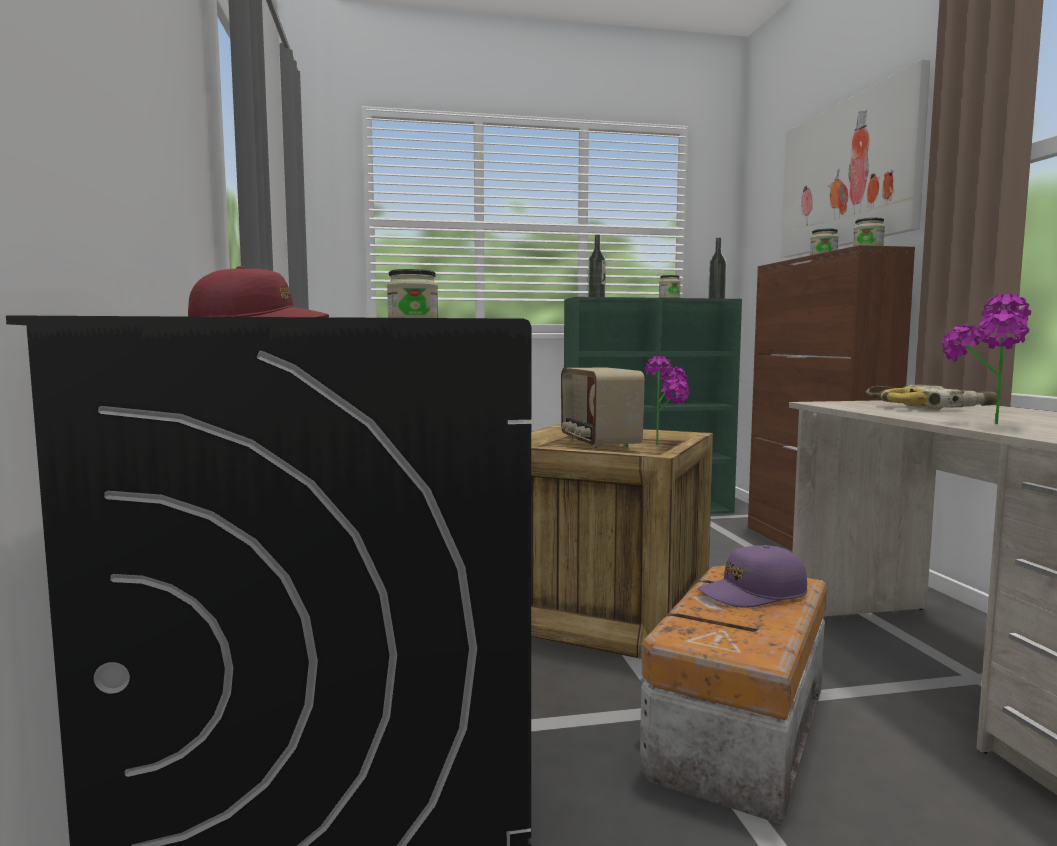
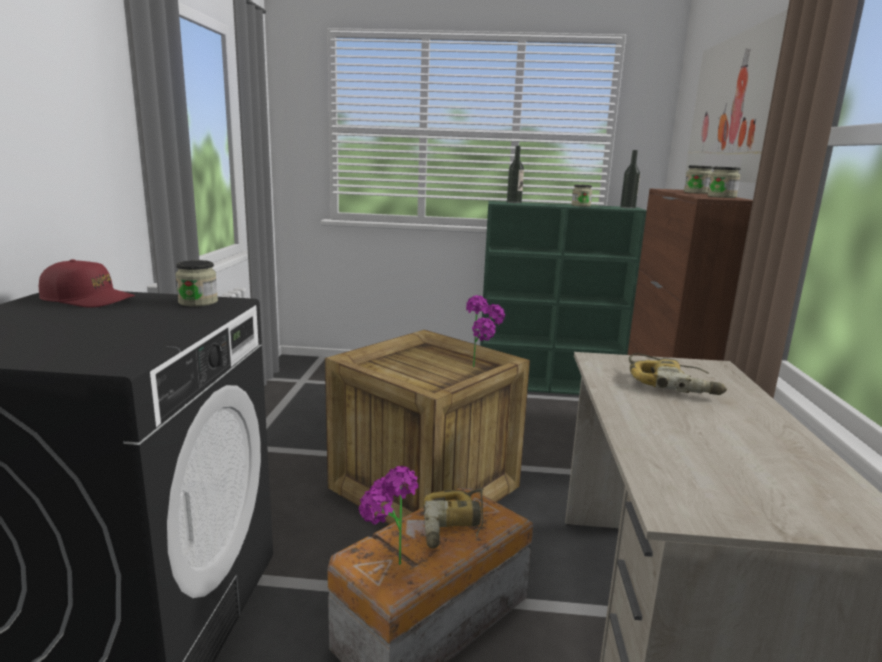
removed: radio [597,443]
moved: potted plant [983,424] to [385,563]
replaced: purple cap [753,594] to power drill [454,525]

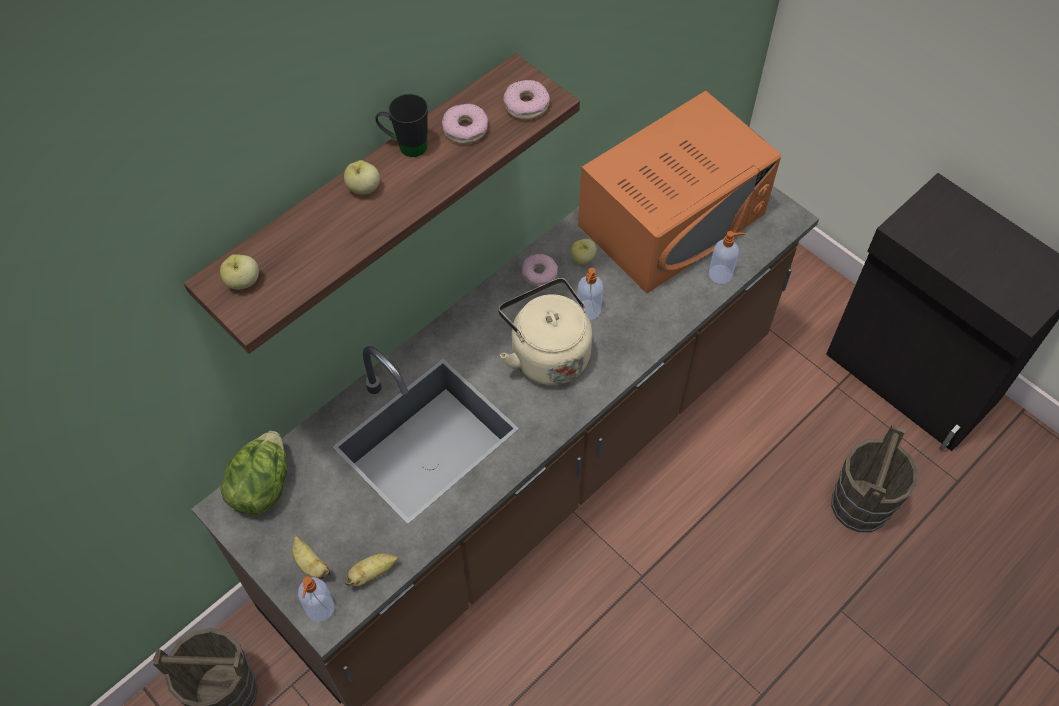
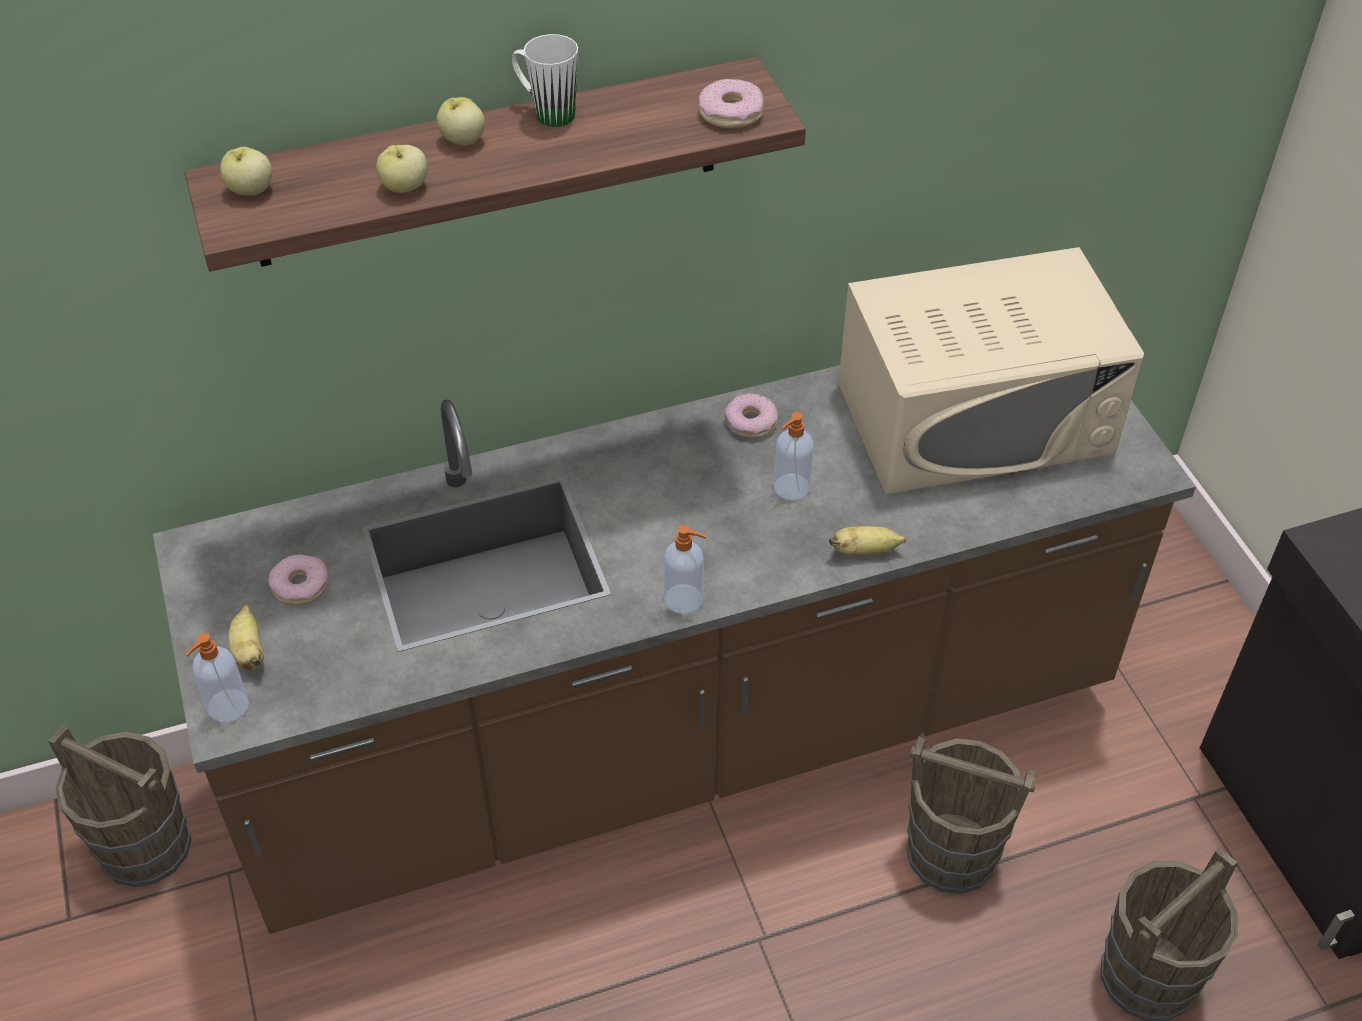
removed: lettuce [262,486]; beige kettle [546,353]
added: brown bucket [950,852]
moved: donut [465,129] to [300,585]; apple [583,259] to [404,187]; soap dispenser [721,274] to [685,599]; banana [372,573] to [865,551]
recoloured: black mug [405,146] to white mug [546,112]; orange microwave [672,219] to beige microwave [975,418]

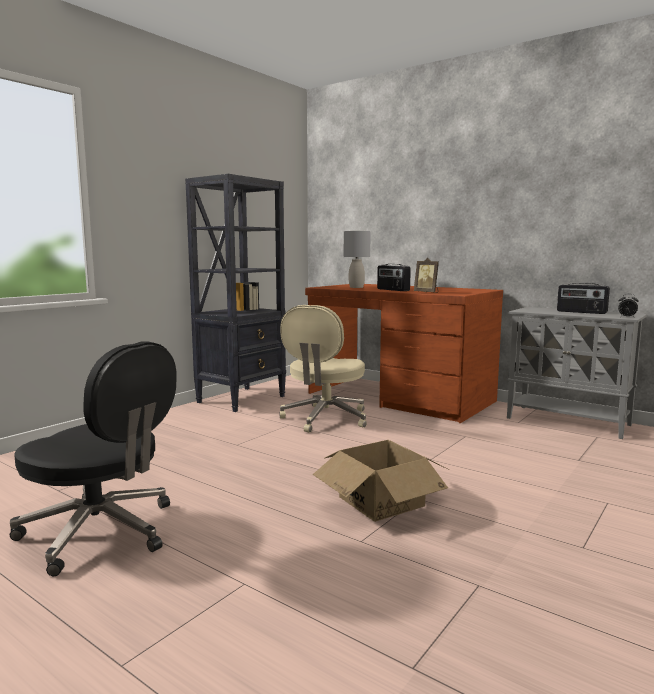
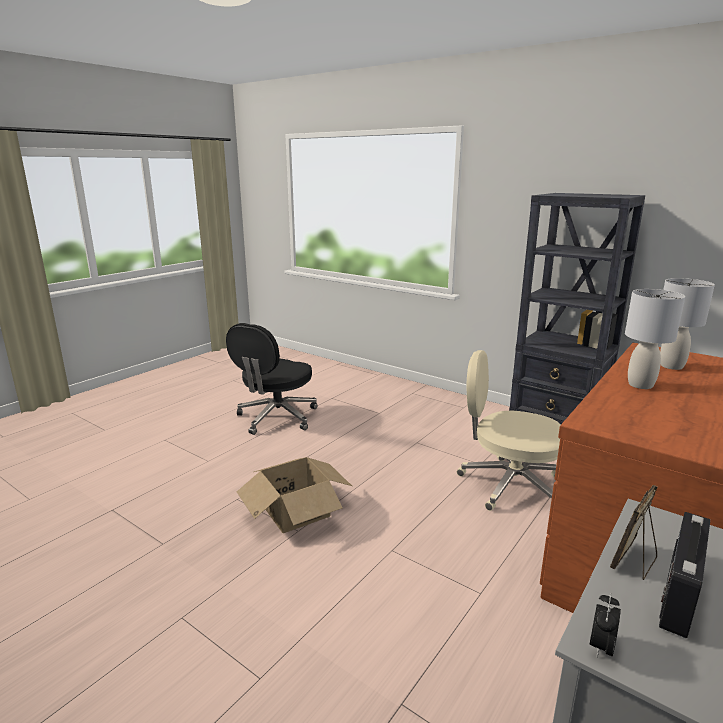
moved: picture frame [427,292] to [634,562]
replaced: radio [392,290] to grey table lamp [640,385]

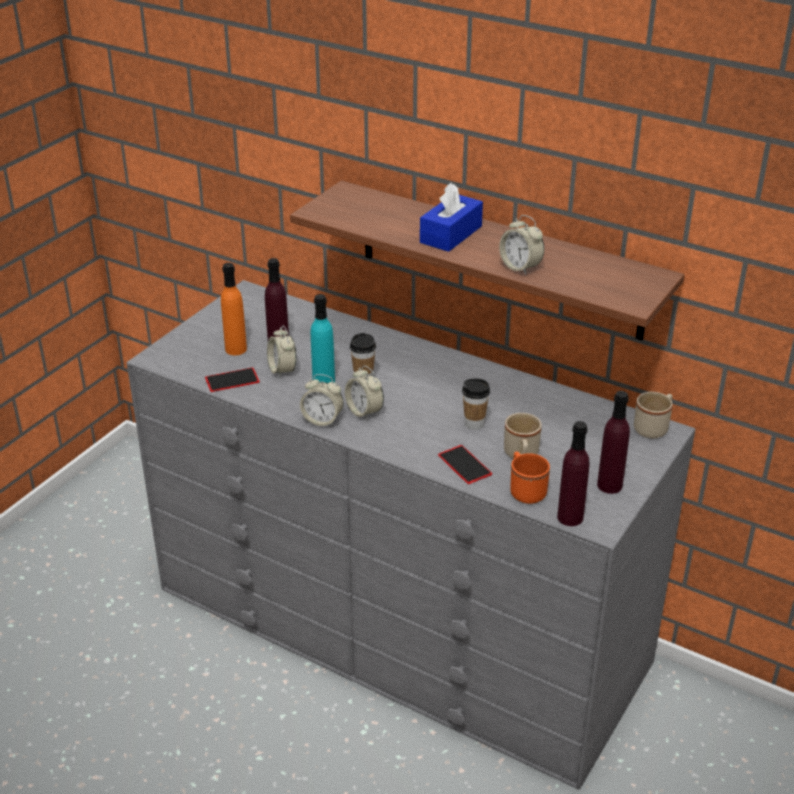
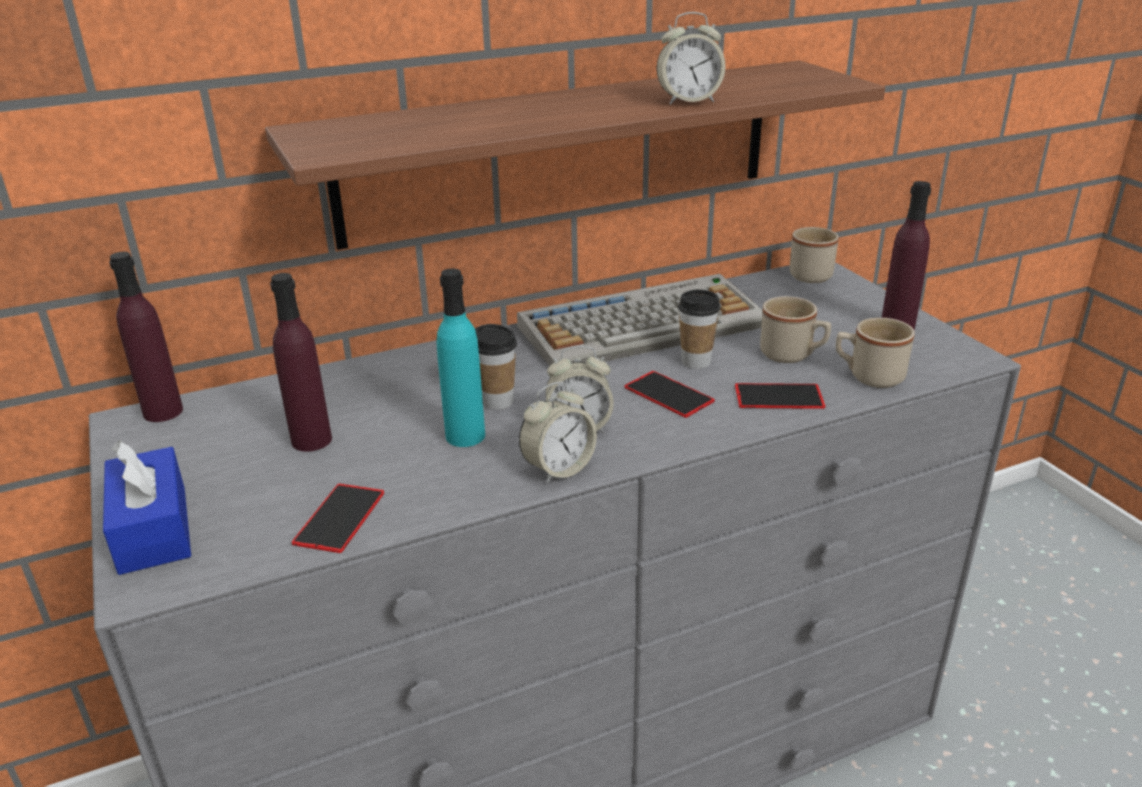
removed: orange bottle [236,349]; alarm clock [282,370]
added: keyboard [643,325]; phone [668,394]
moved: blue tissue box [451,234] to [153,529]; purple bottle [570,517] to [163,412]
recoloured: orange mug [525,490] to beige mug [868,376]

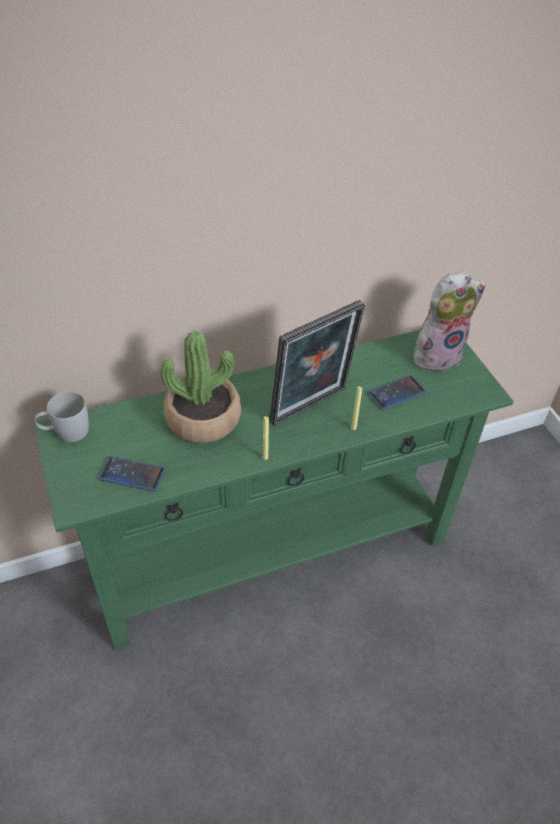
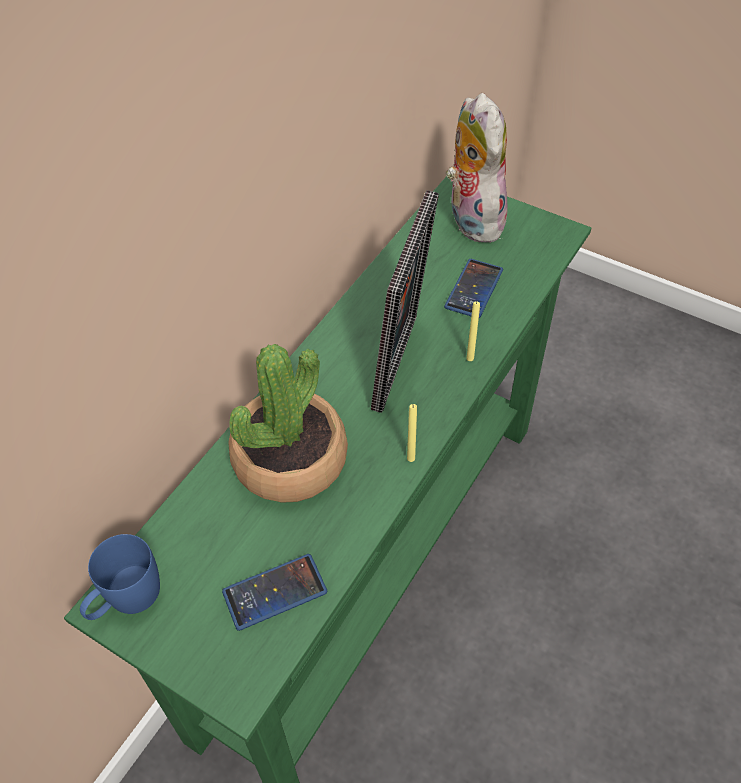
recoloured: white mug [65,432] to blue mug [125,599]
turned: plush toy [437,355] = [471,219] 45 degrees counterclockwise

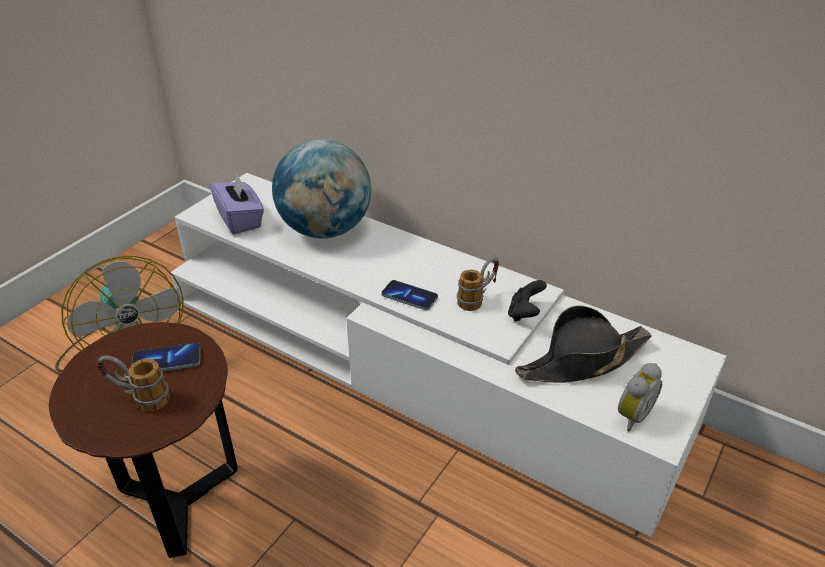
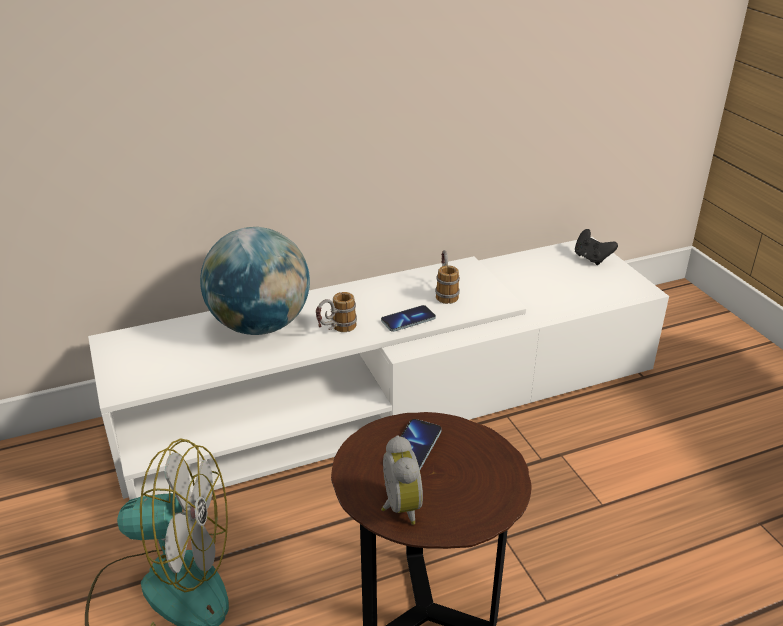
removed: purple tissue box [240,220]; black hat [582,361]
moved: mug [138,398] to [336,330]; alarm clock [631,415] to [398,508]; black game controller [524,313] to [591,258]

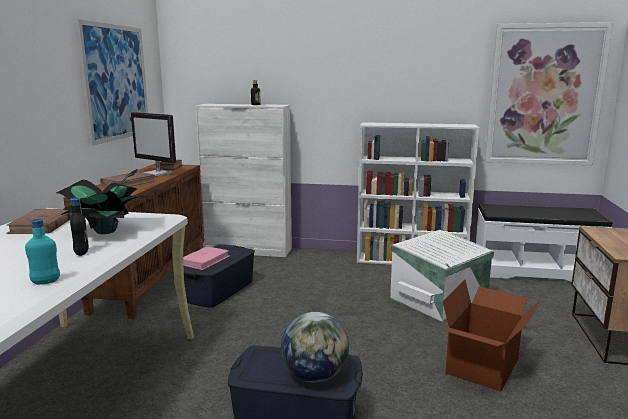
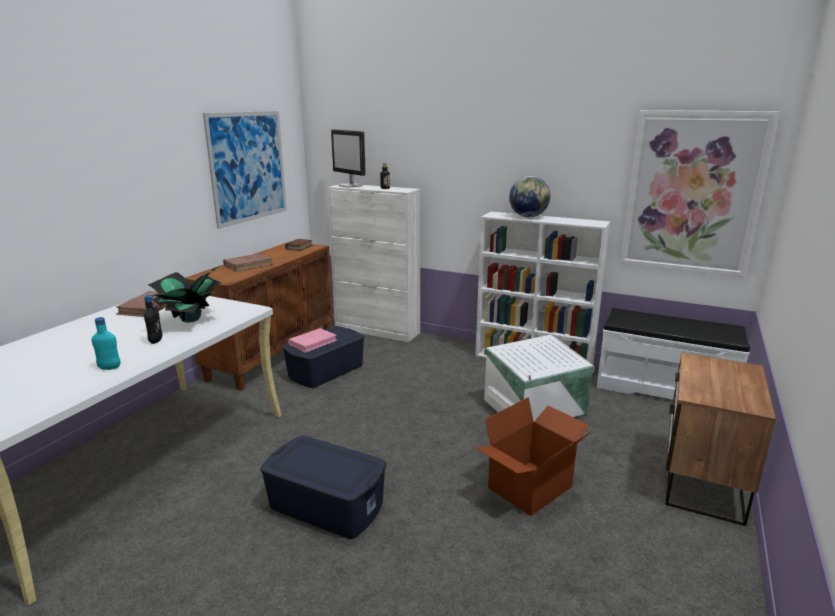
moved: monitor [158,173] to [351,186]; globe [315,376] to [528,217]

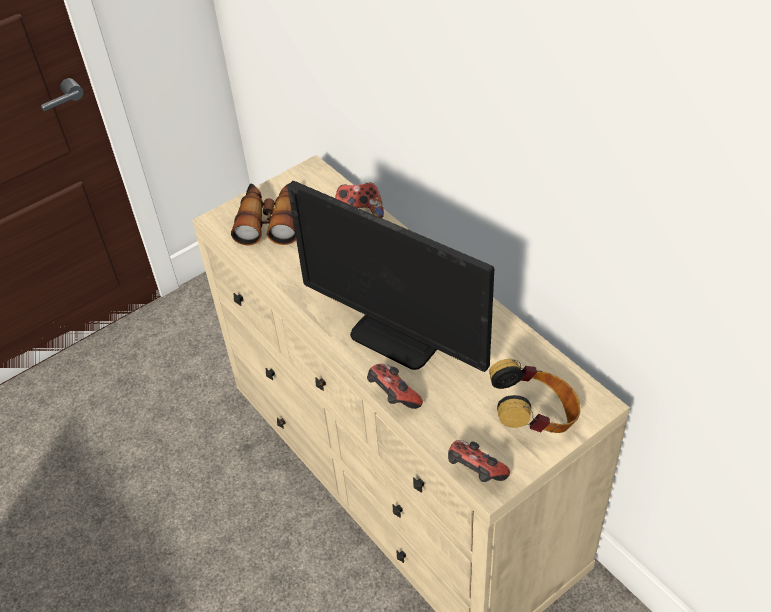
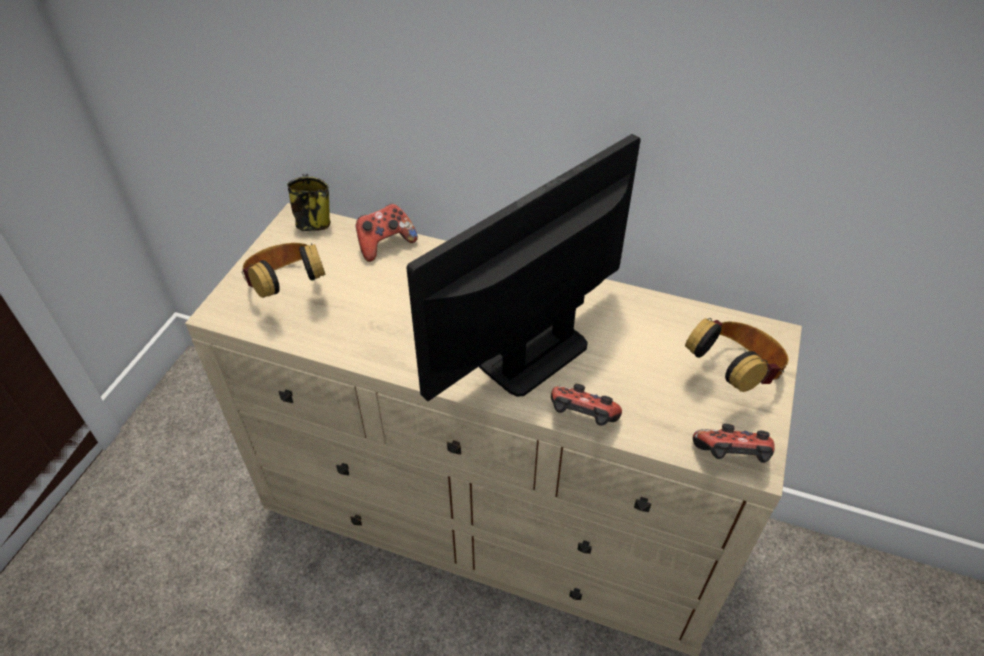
added: mug [313,222]
replaced: binoculars [270,220] to headphones [287,288]
turned: monitor [397,336] = [532,353] 135 degrees clockwise

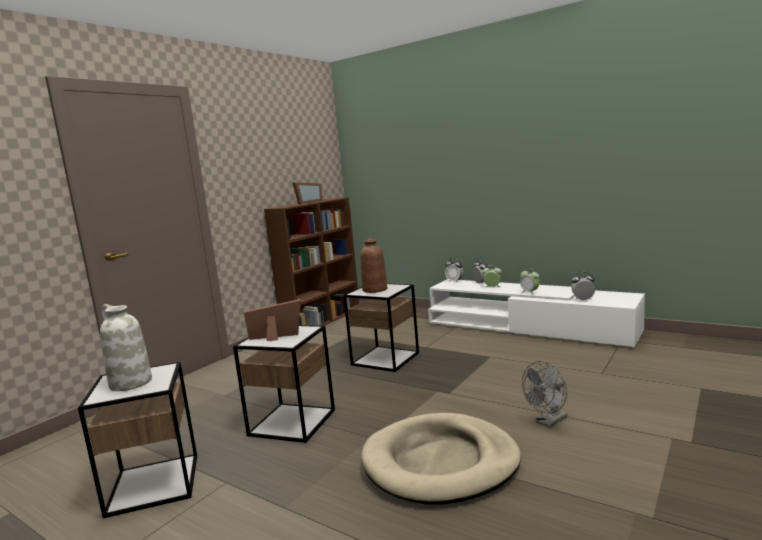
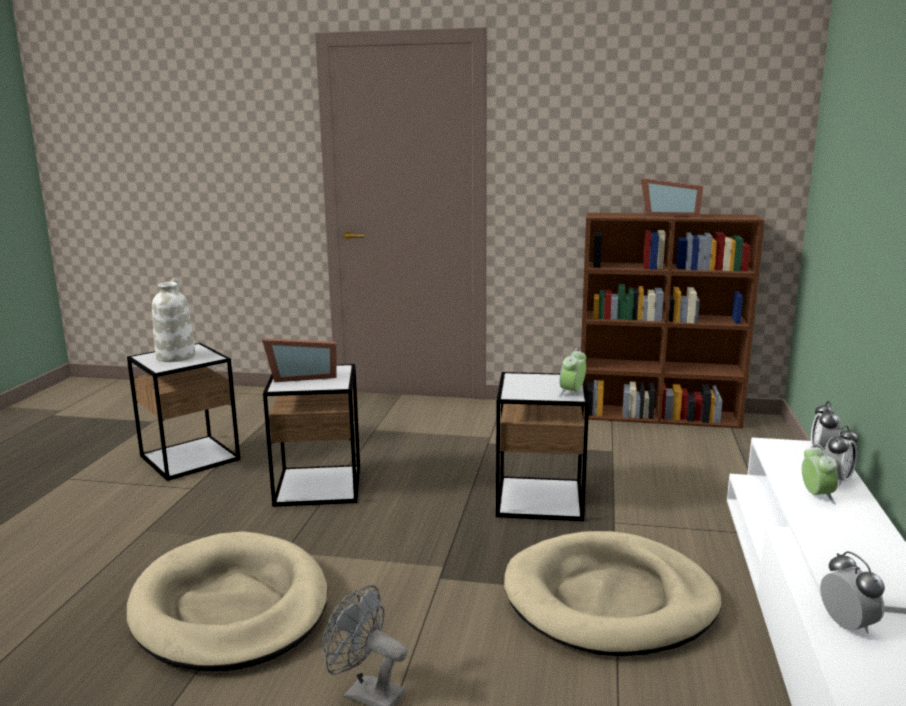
removed: brown vase [374,289]
added: beige dog bed [610,600]
moved: alarm clock [530,293] to [572,393]
turned: picture frame [275,337] = [301,377] 105 degrees clockwise

